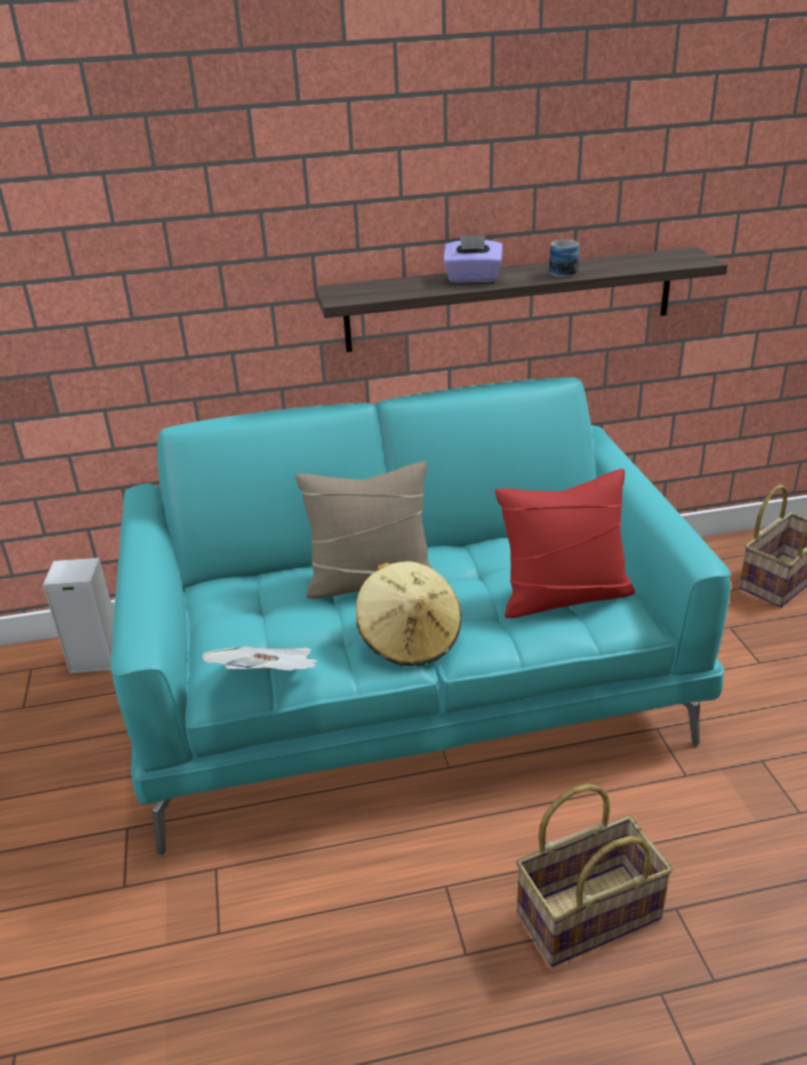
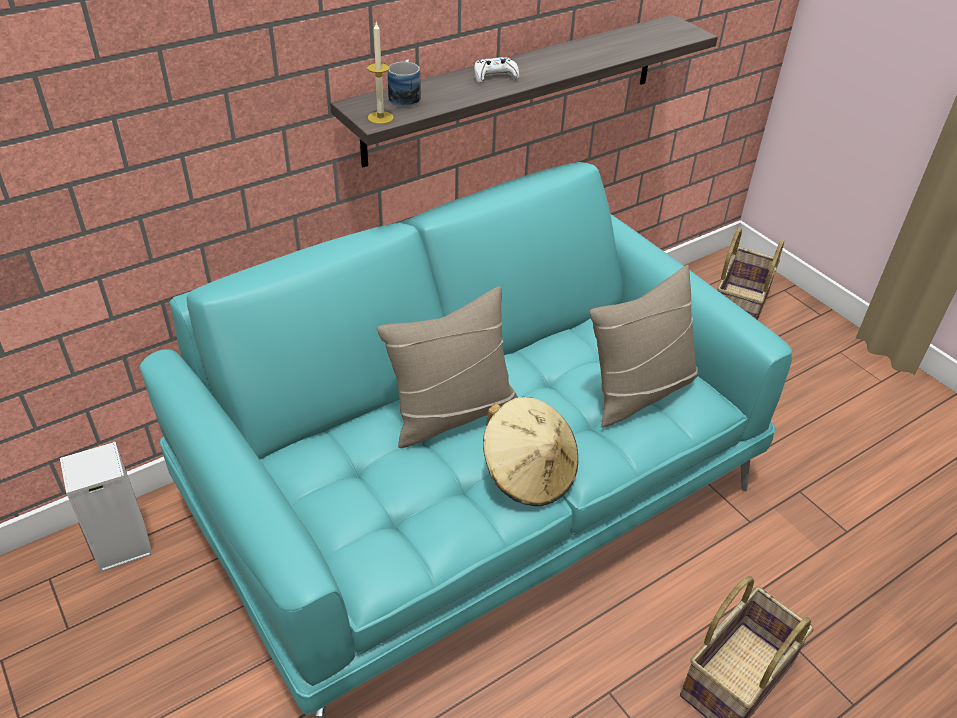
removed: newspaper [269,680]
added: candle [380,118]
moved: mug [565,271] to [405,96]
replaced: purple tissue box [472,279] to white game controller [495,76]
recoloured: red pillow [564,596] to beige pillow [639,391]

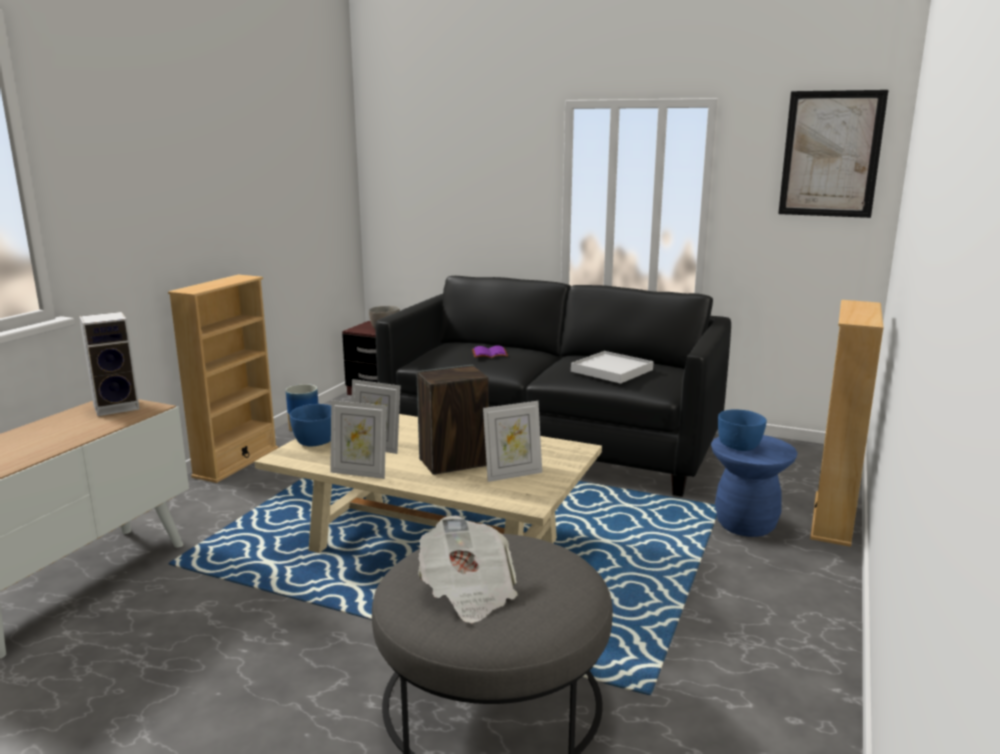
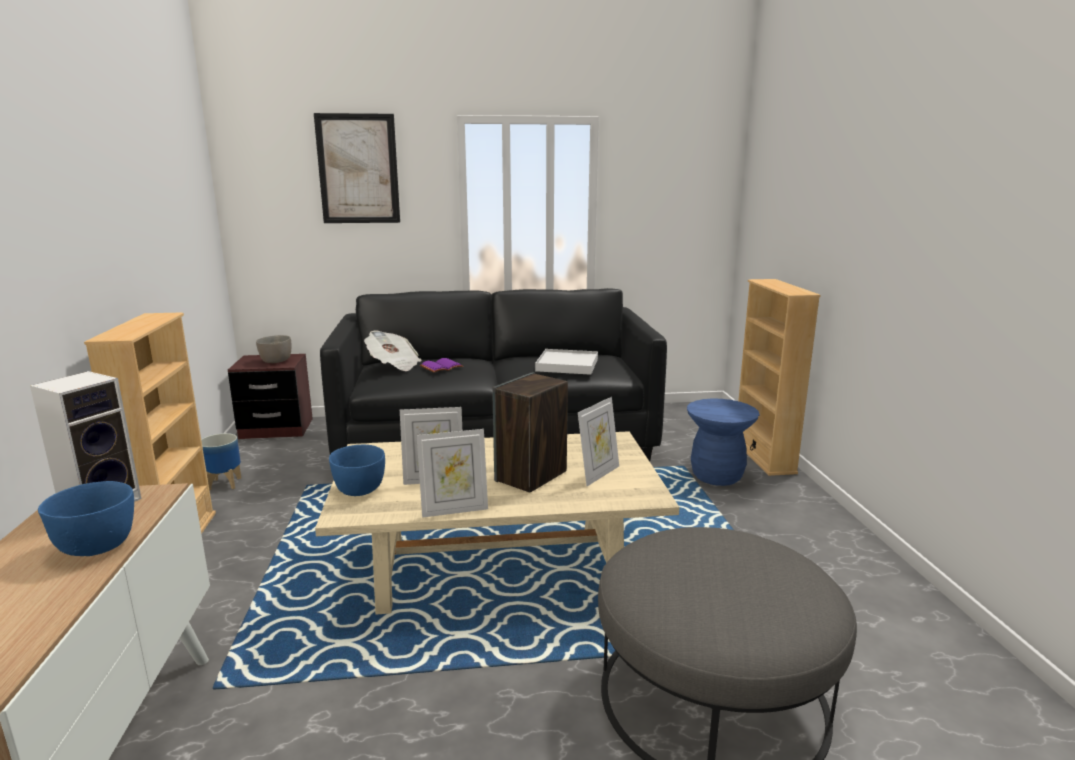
moved: blue bowl [739,447] to [98,546]; picture [831,154] to [358,169]; newspaper [468,592] to [394,365]

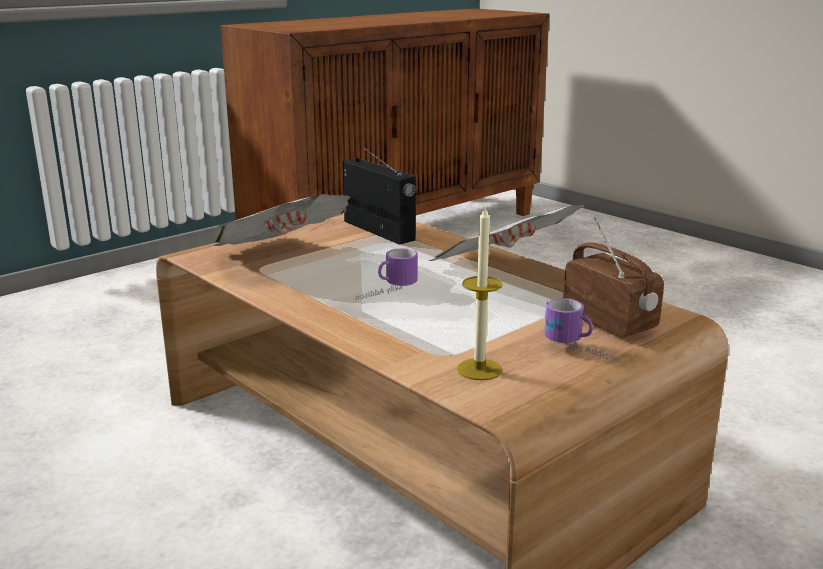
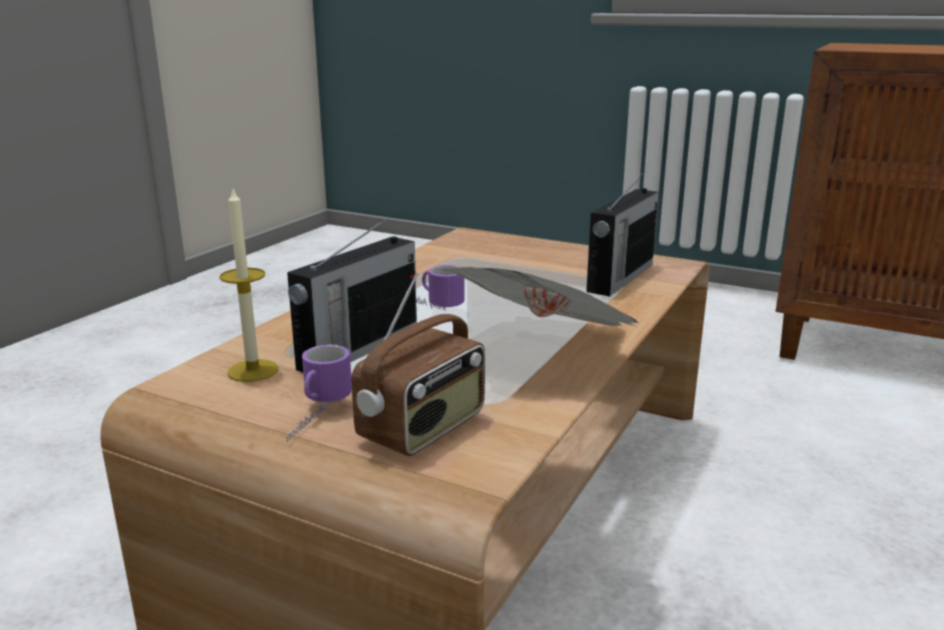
removed: newspaper [282,259]
added: radio [357,349]

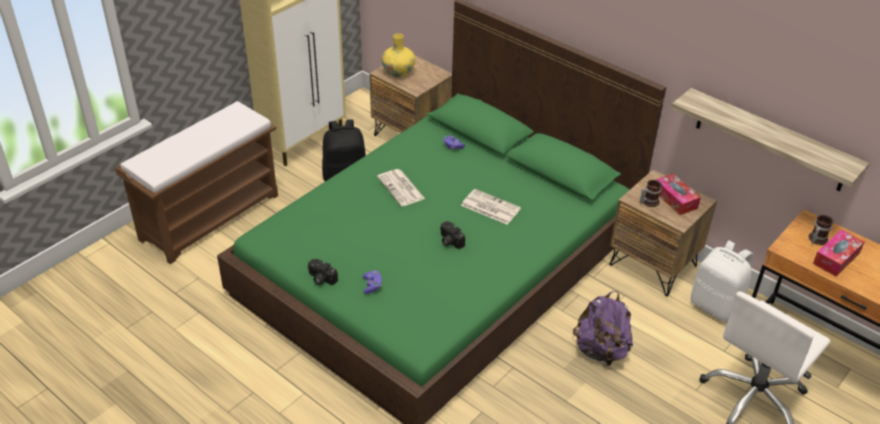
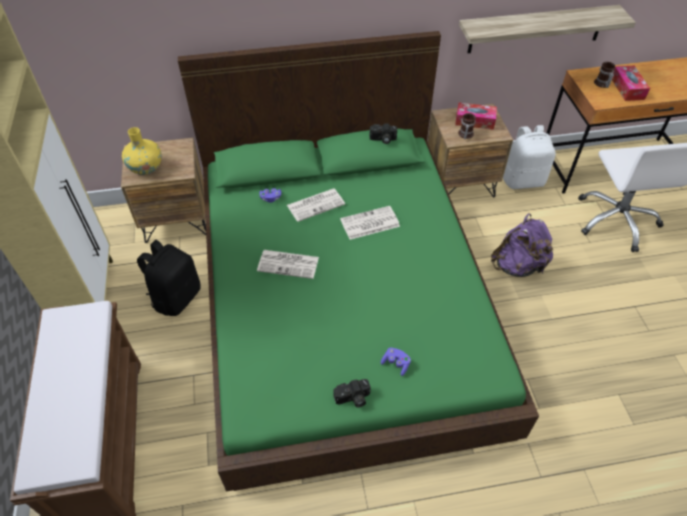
added: newspaper [316,204]
moved: photo camera [449,241] to [382,139]

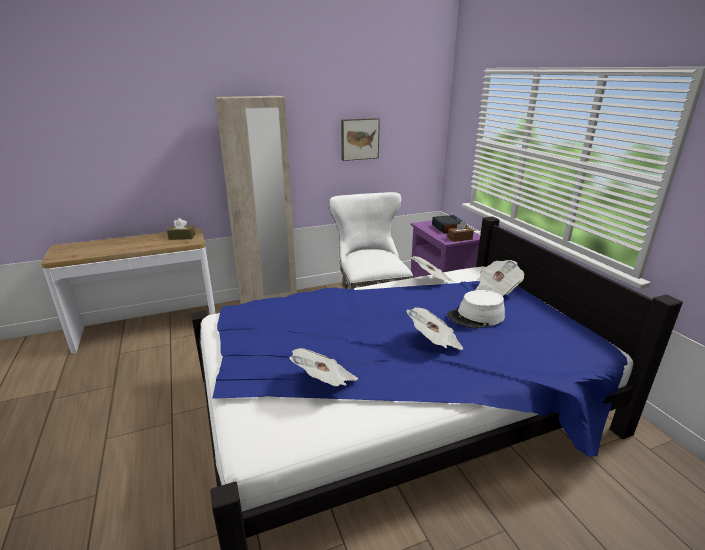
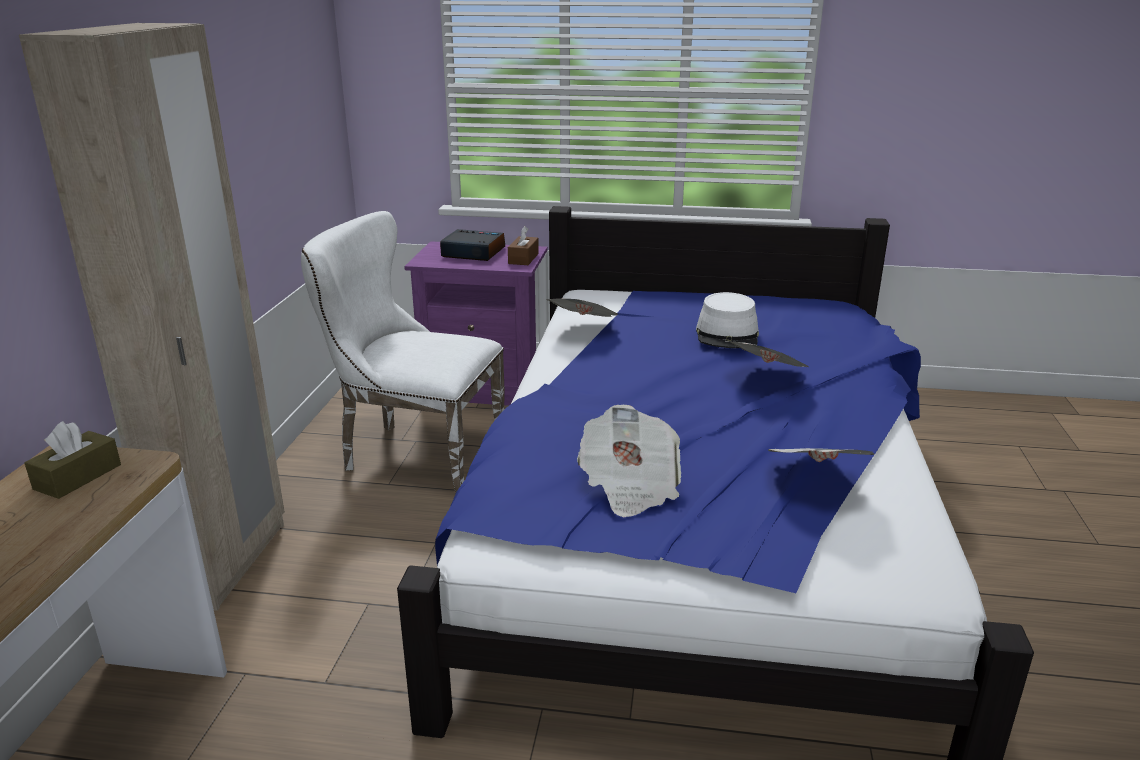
removed: picture [359,139]
moved: newspaper [495,290] to [629,486]

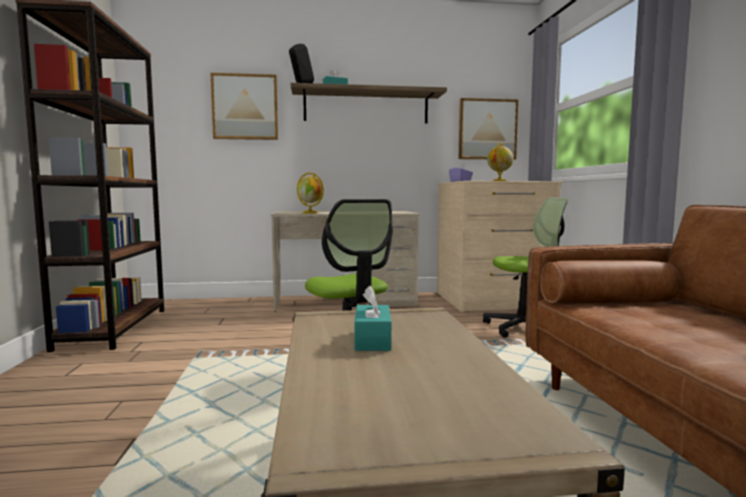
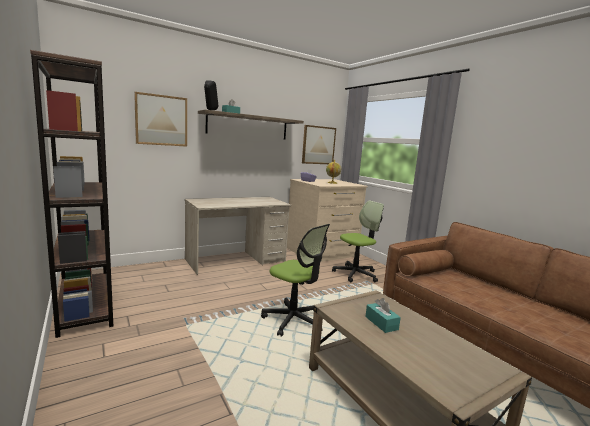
removed: globe [310,213]

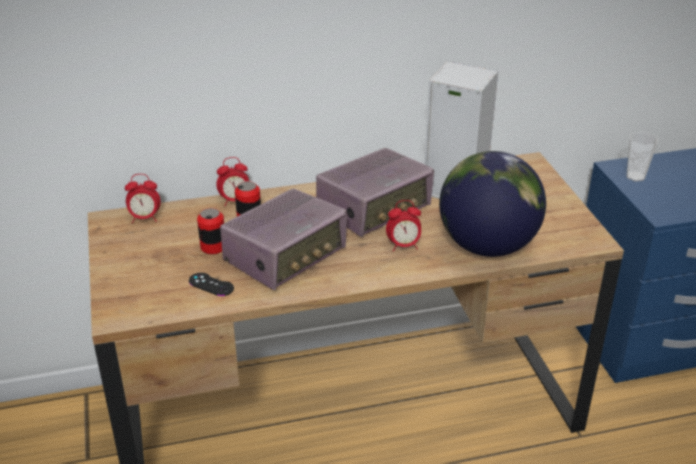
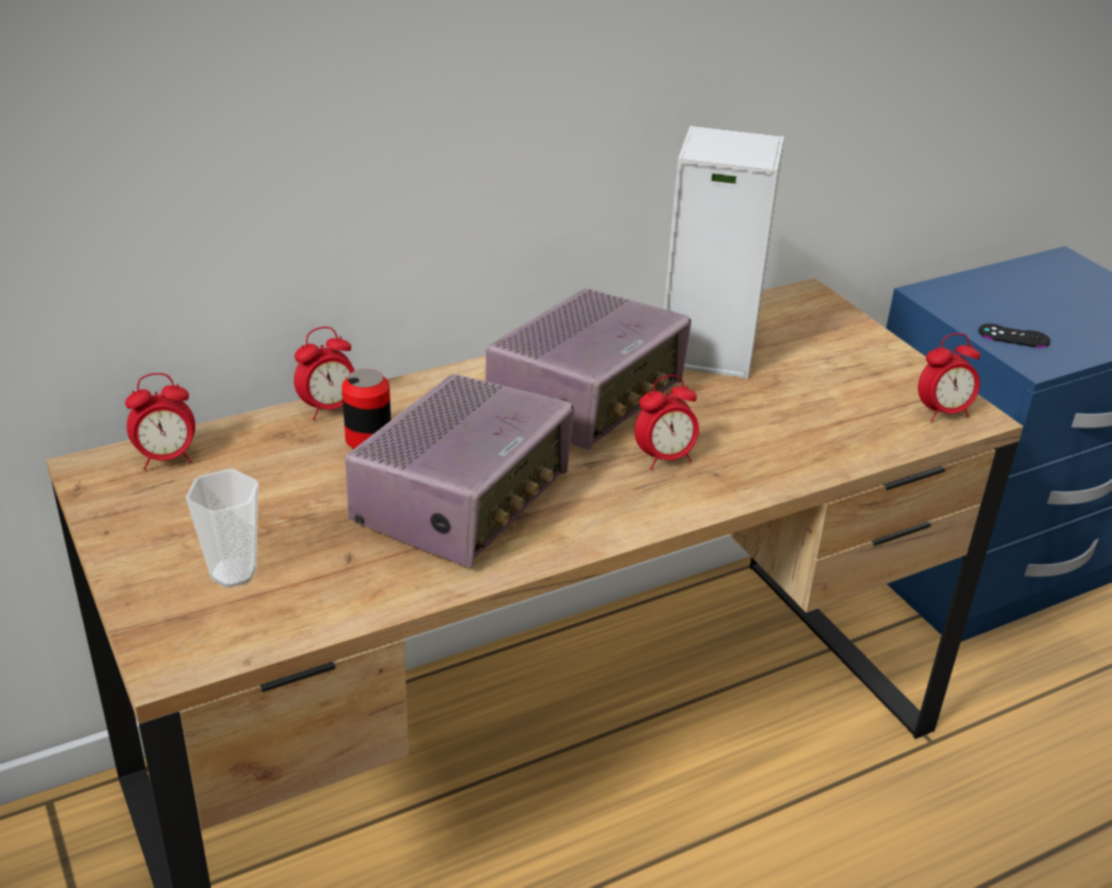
removed: can [213,247]; globe [487,246]
added: alarm clock [942,412]
moved: cup [635,176] to [233,573]; black game controller [211,284] to [1013,336]

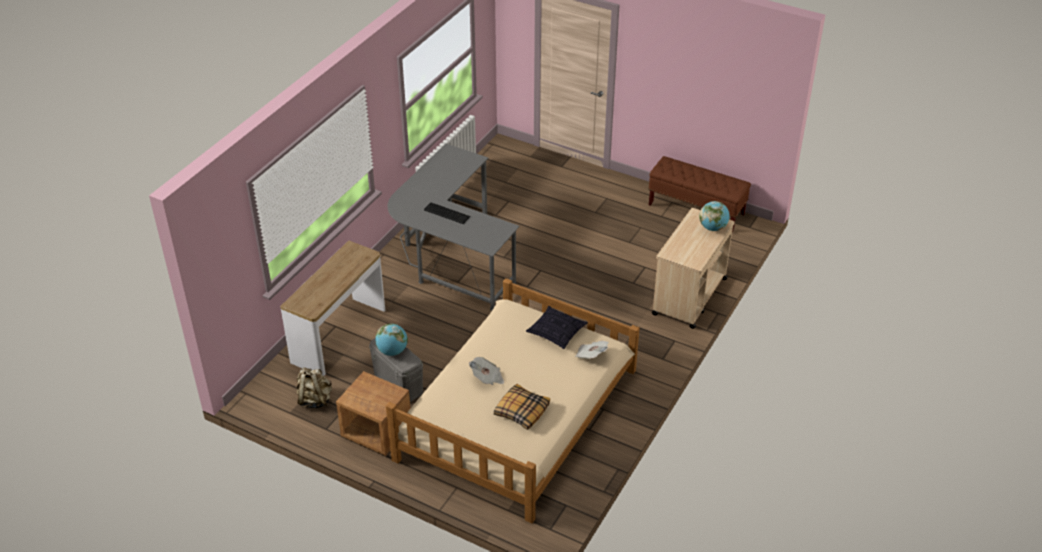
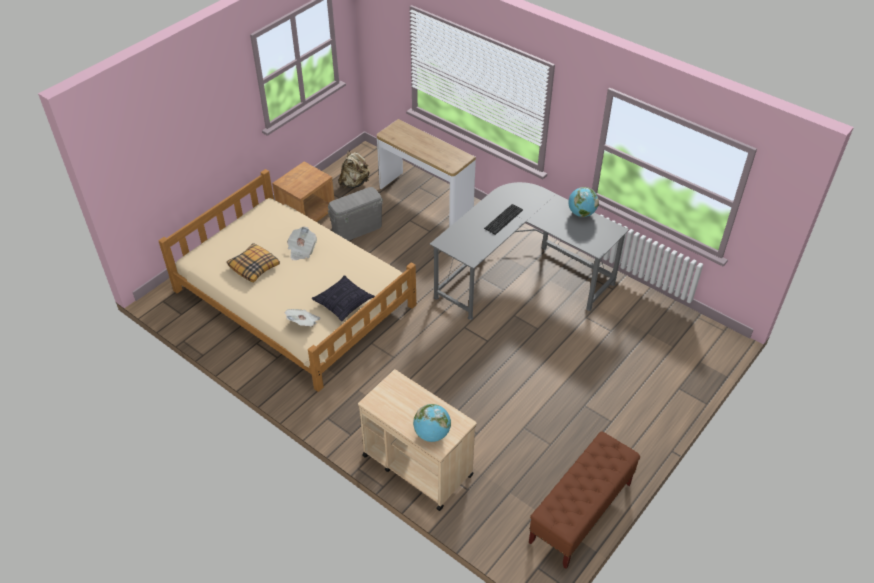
moved: globe [392,351] to [581,213]

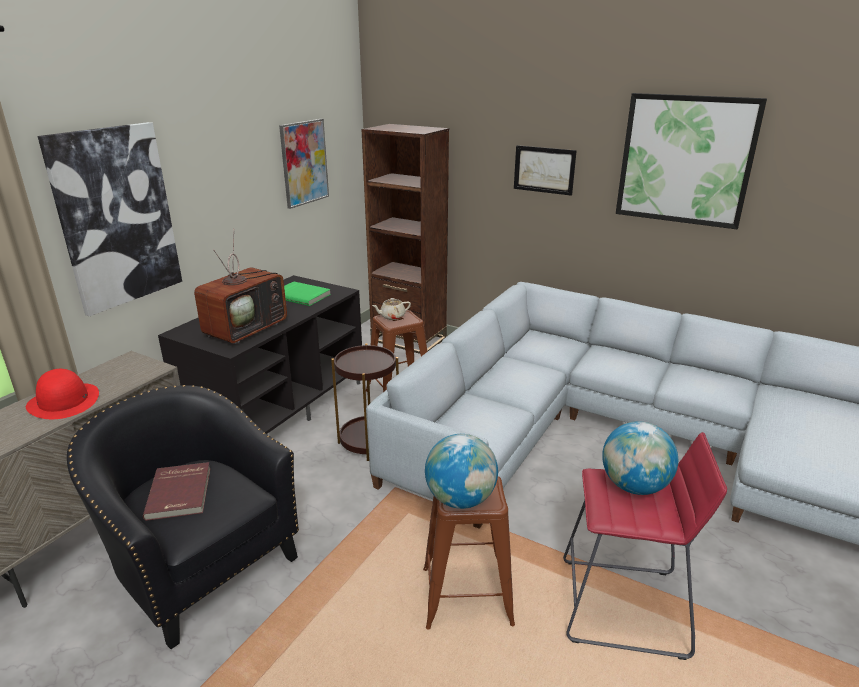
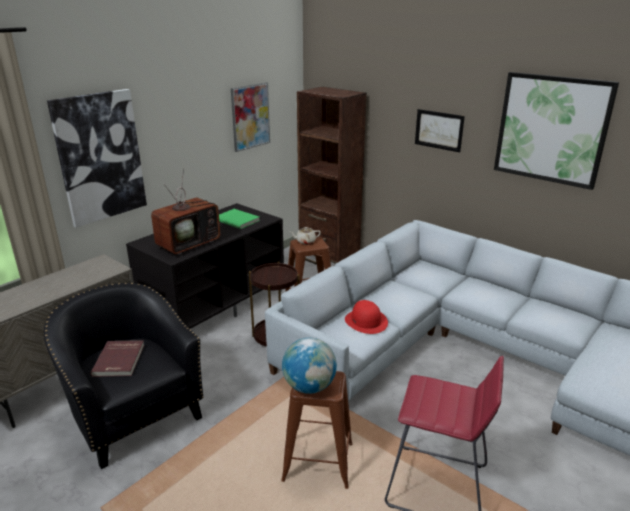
removed: globe [634,486]
moved: red hat [64,401] to [366,321]

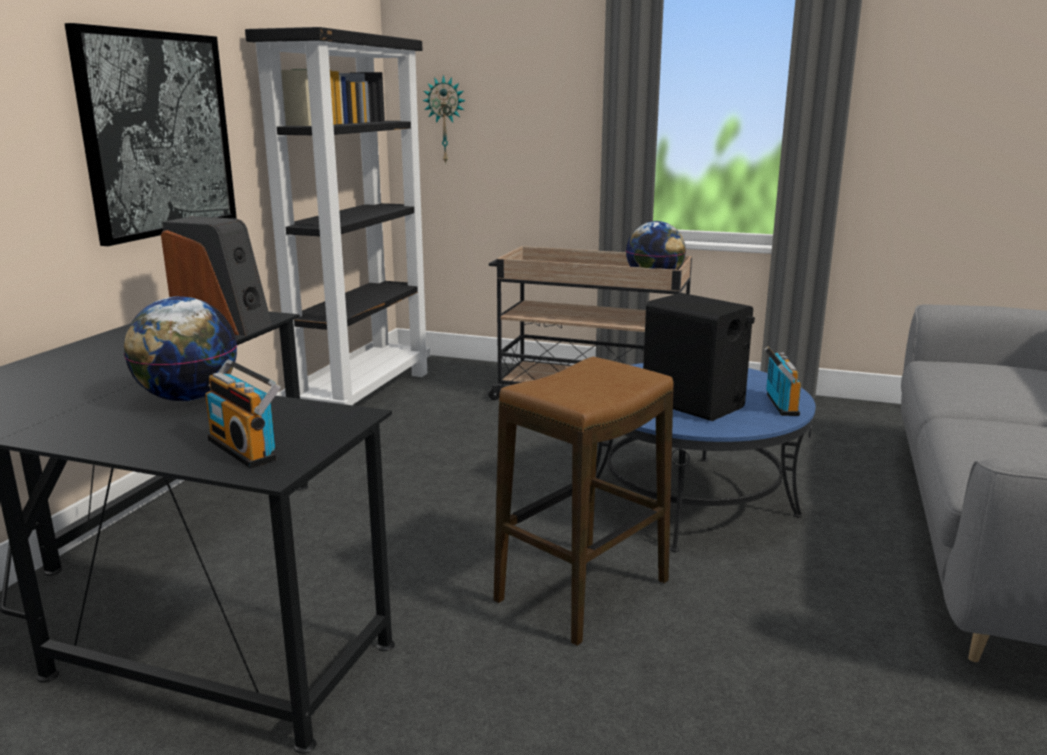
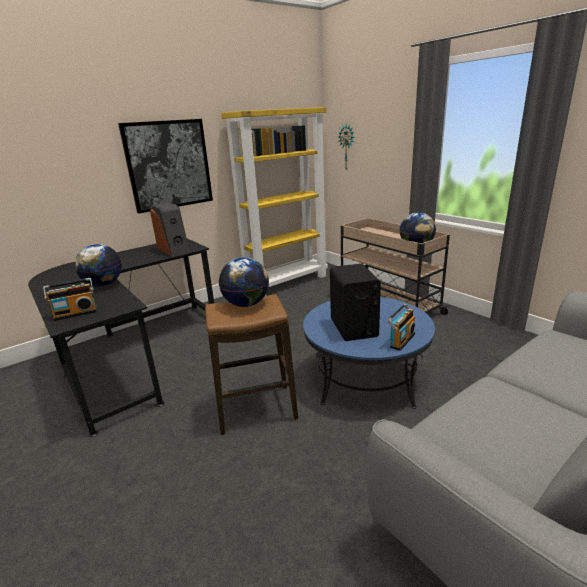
added: globe [246,304]
recoloured: black bookcase [364,395] to yellow bookcase [287,283]
turned: radio [246,449] = [76,313] 105 degrees counterclockwise

